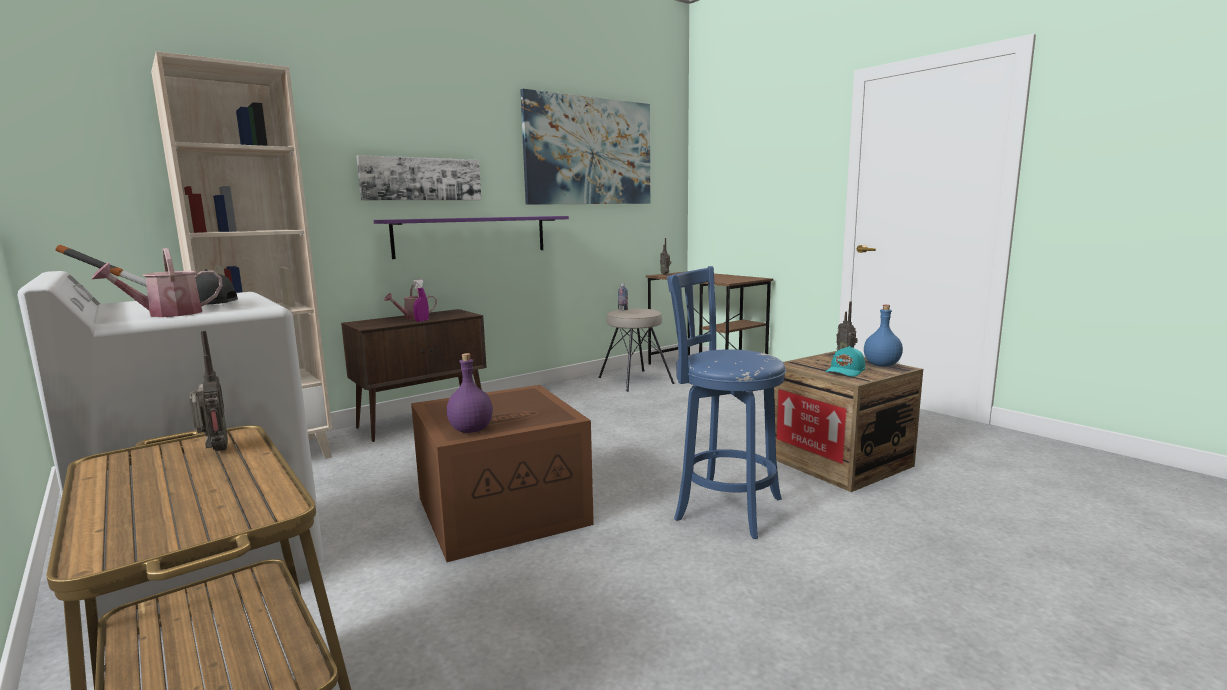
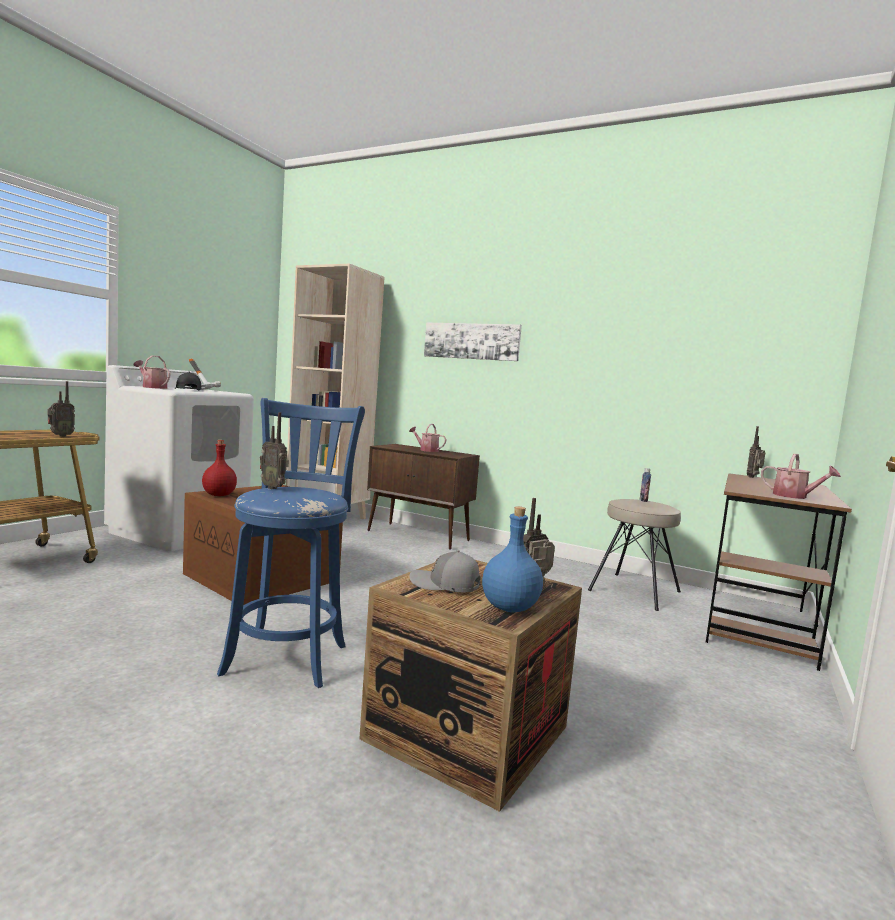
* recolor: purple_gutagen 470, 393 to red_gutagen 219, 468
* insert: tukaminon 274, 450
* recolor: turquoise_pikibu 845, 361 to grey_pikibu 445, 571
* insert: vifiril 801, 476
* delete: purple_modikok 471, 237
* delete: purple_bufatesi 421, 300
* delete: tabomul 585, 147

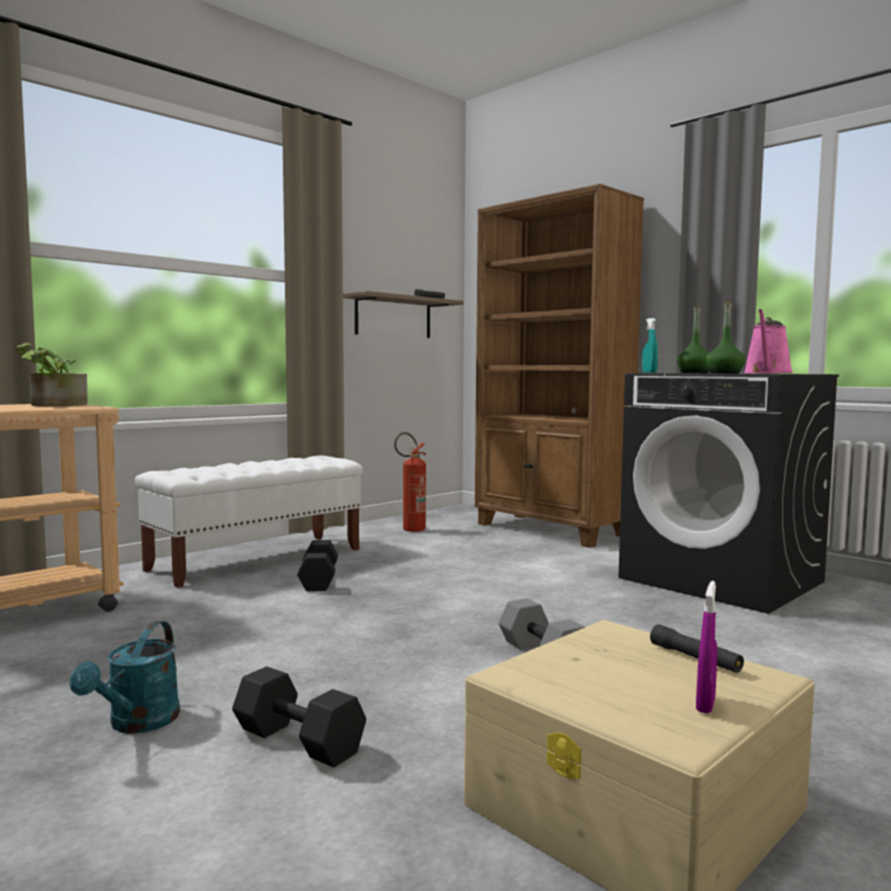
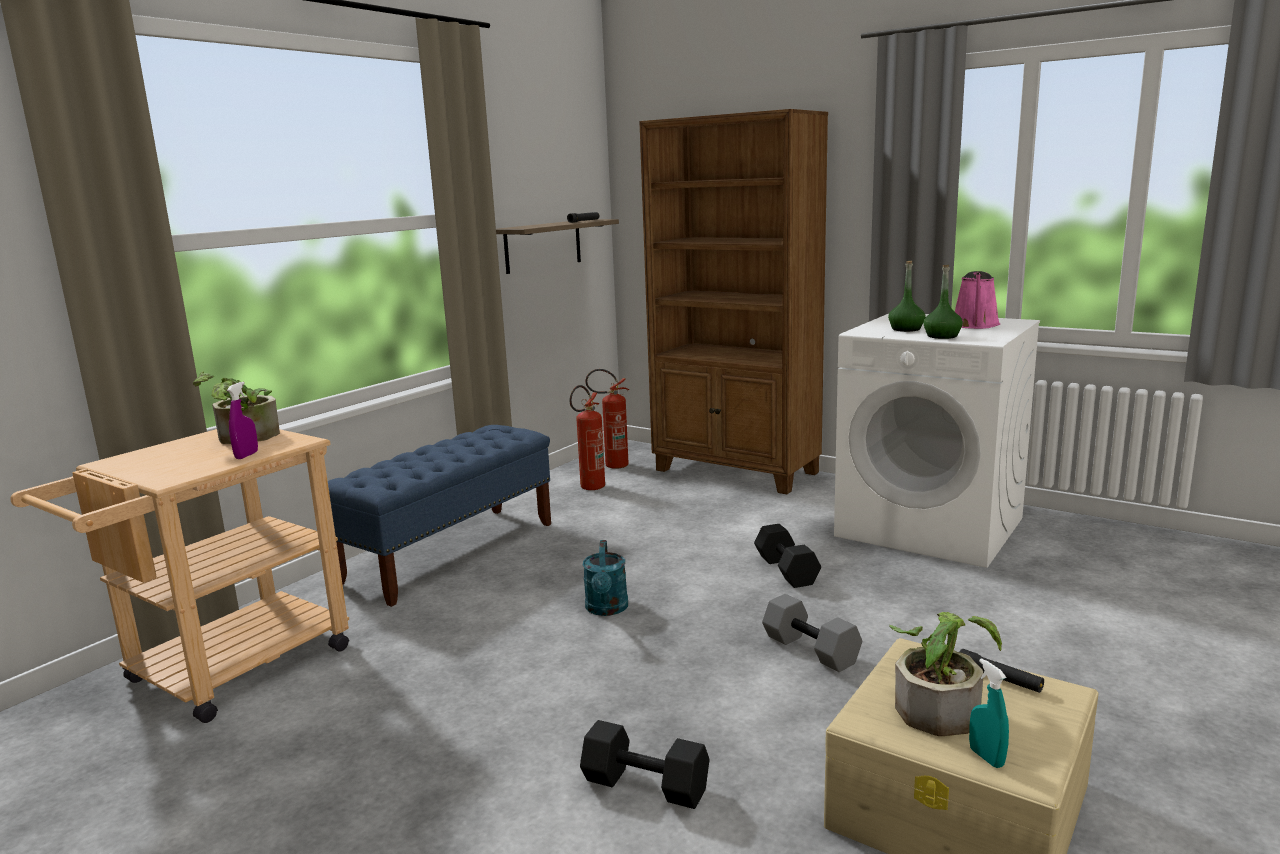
* move: purple_bufatesi 706, 647 to 242, 420
* recolor: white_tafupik 249, 522 to blue_tafupik 439, 516
* move: turquoise_vifiril 125, 677 to 605, 578
* insert: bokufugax 607, 419
* move: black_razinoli 317, 565 to 787, 556
* recolor: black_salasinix 729, 493 to white_salasinix 937, 441
* insert: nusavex 945, 674
* move: turquoise_bufatesi 650, 345 to 989, 713

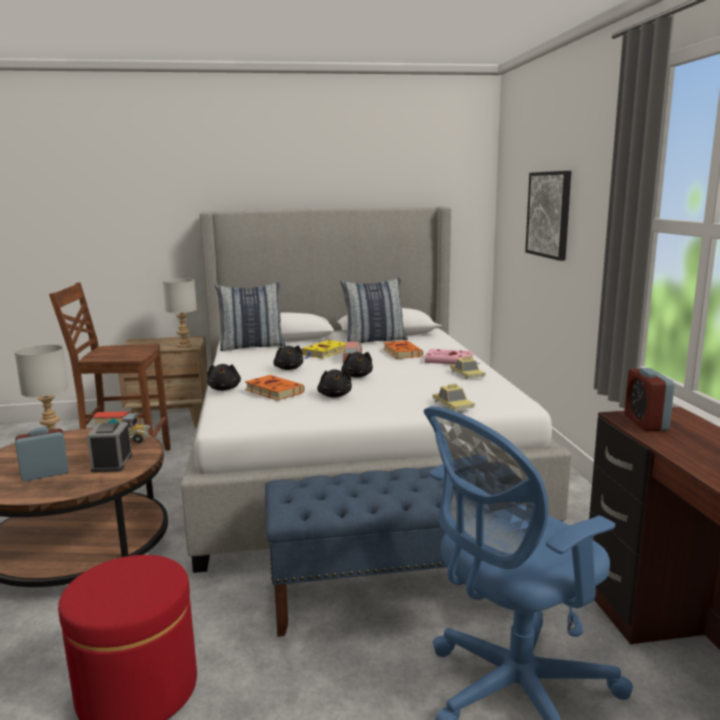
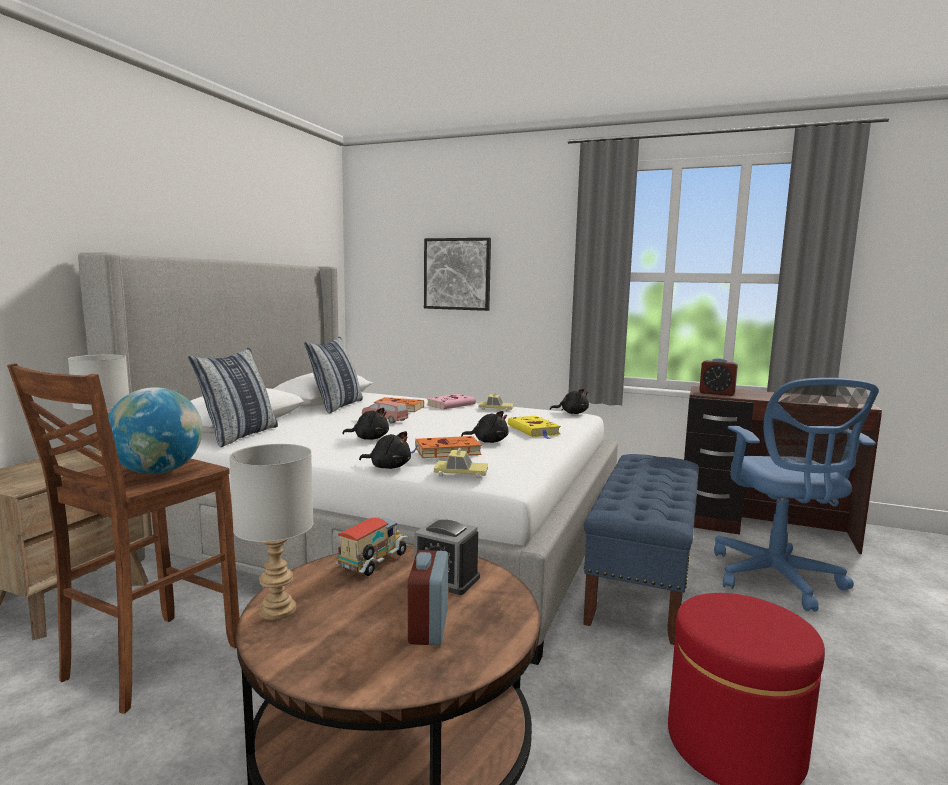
* insert: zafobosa 155, 430
* move: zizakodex 454, 397 to 461, 463
* move: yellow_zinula 323, 349 to 534, 427
* move: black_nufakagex 357, 365 to 569, 401

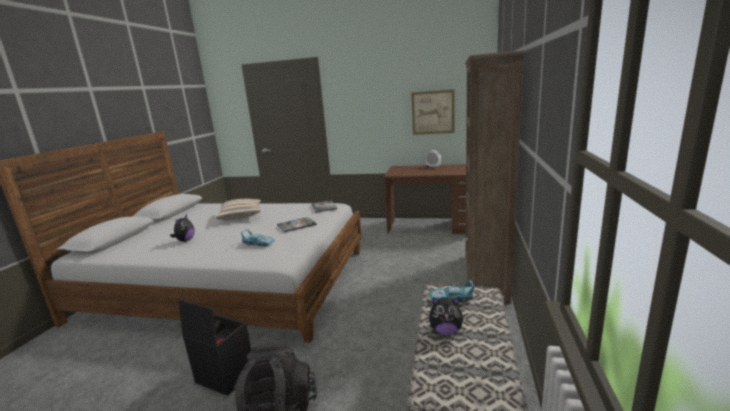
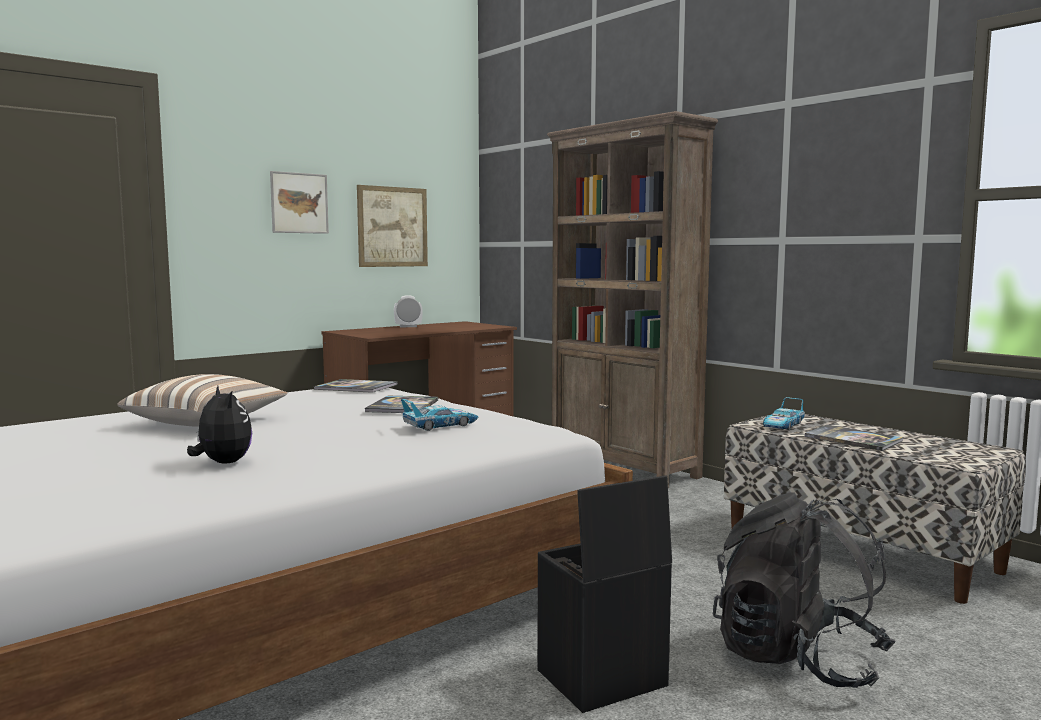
* insert: tabomul 299, 202
* replace: nufakagex 447, 316 to zinula 853, 438

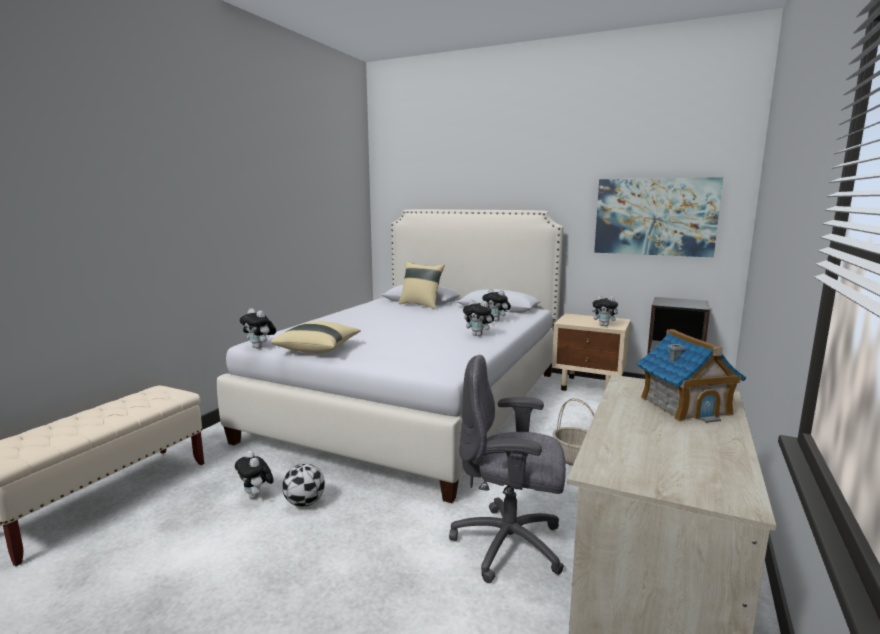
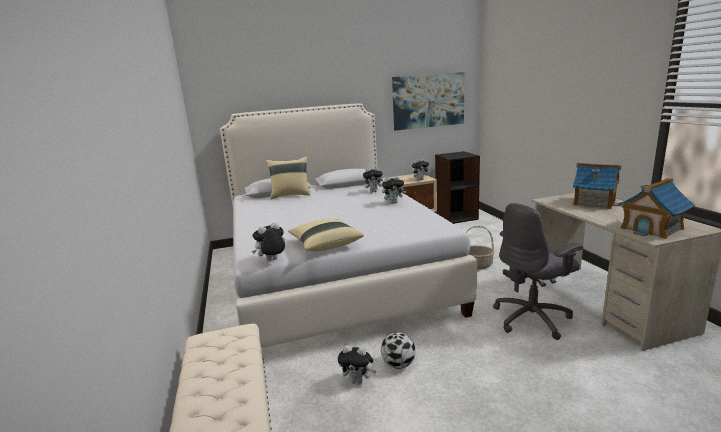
* rotate: nufakagex 257, 328 = 268, 241 150 degrees clockwise
* insert: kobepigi 656, 208

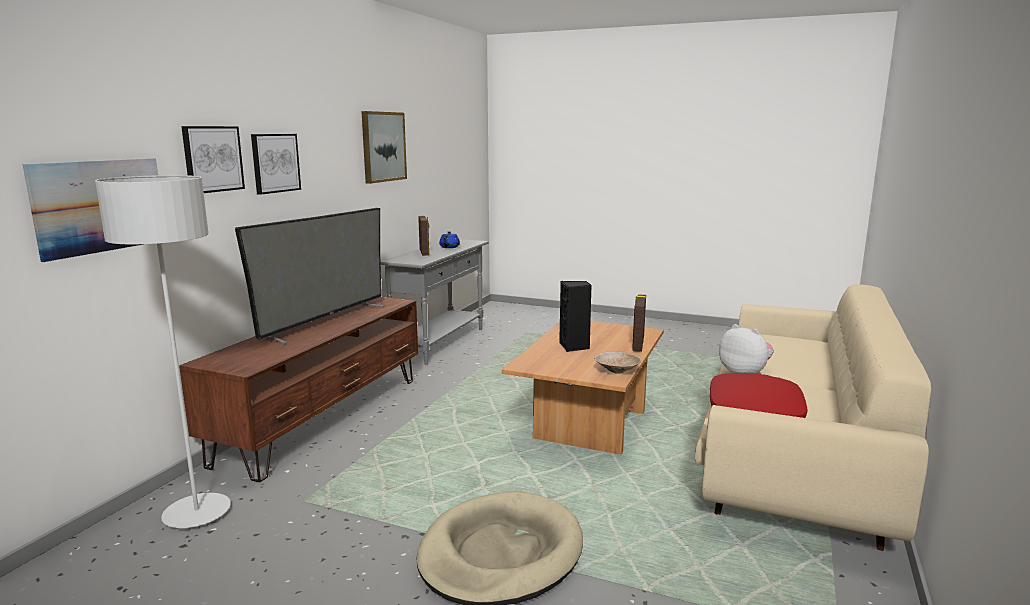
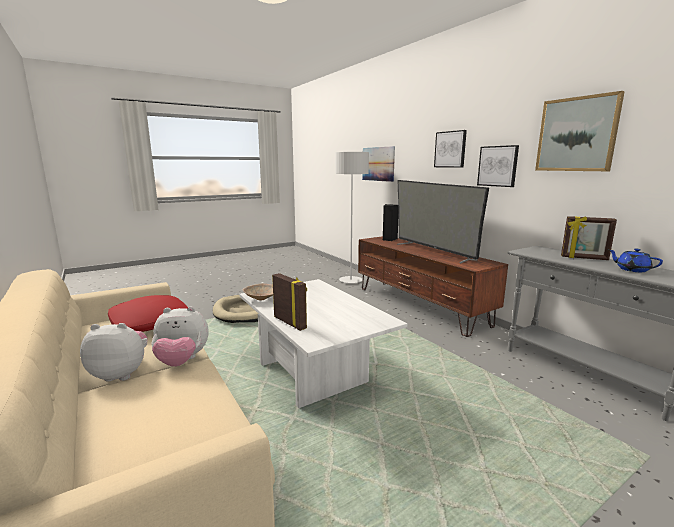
* insert: nufakagex 113, 352
* recolor: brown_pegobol 583, 388 to white_pegobol 324, 343
* move: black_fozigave 575, 316 to 390, 222
* move: tabomul 213, 159 to 498, 166

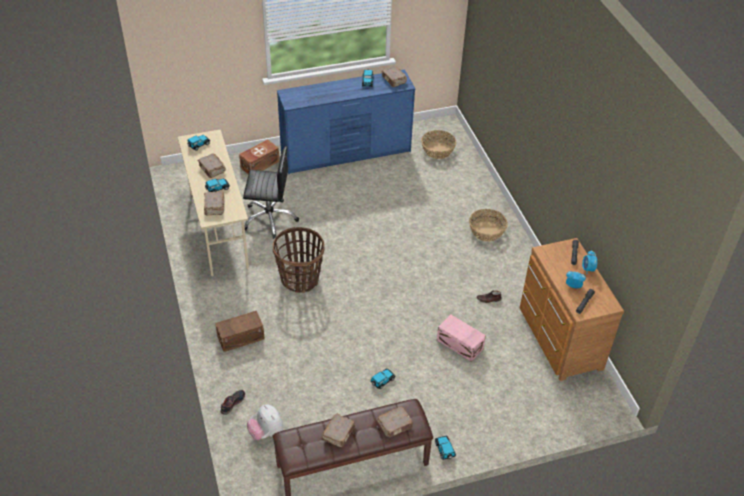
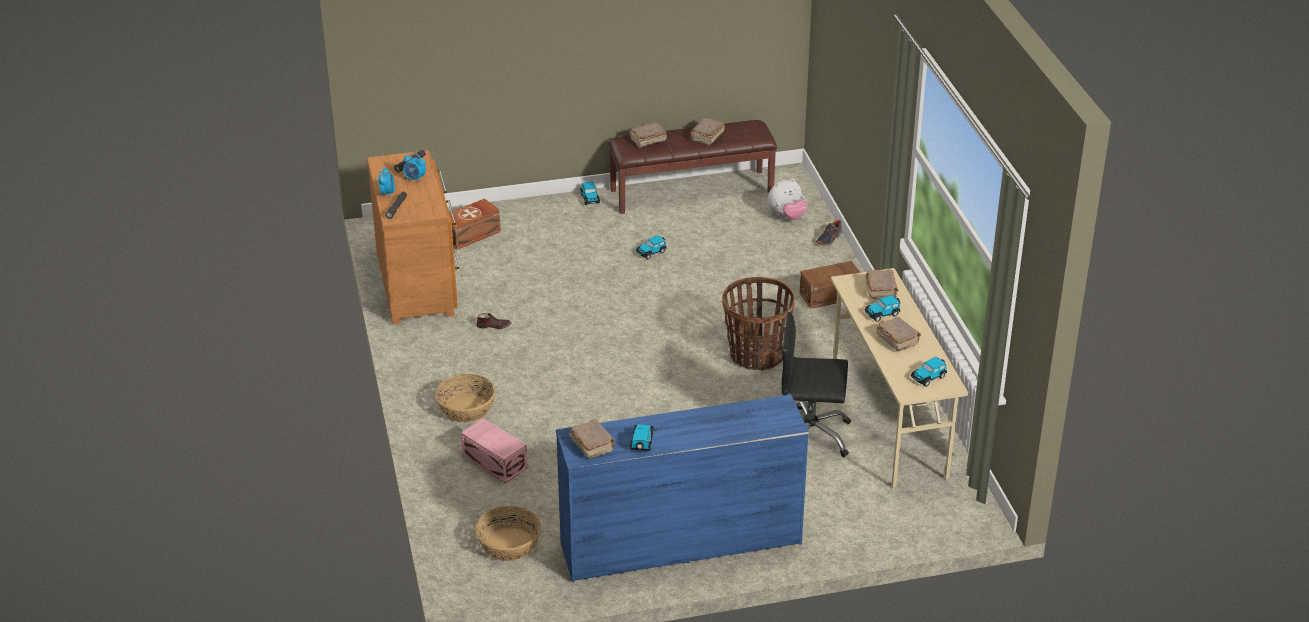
* move: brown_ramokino 259, 157 to 475, 224
* move: pink_ramokino 461, 338 to 494, 450
* rotate: nufakagex 265, 422 = 787, 199 90 degrees clockwise

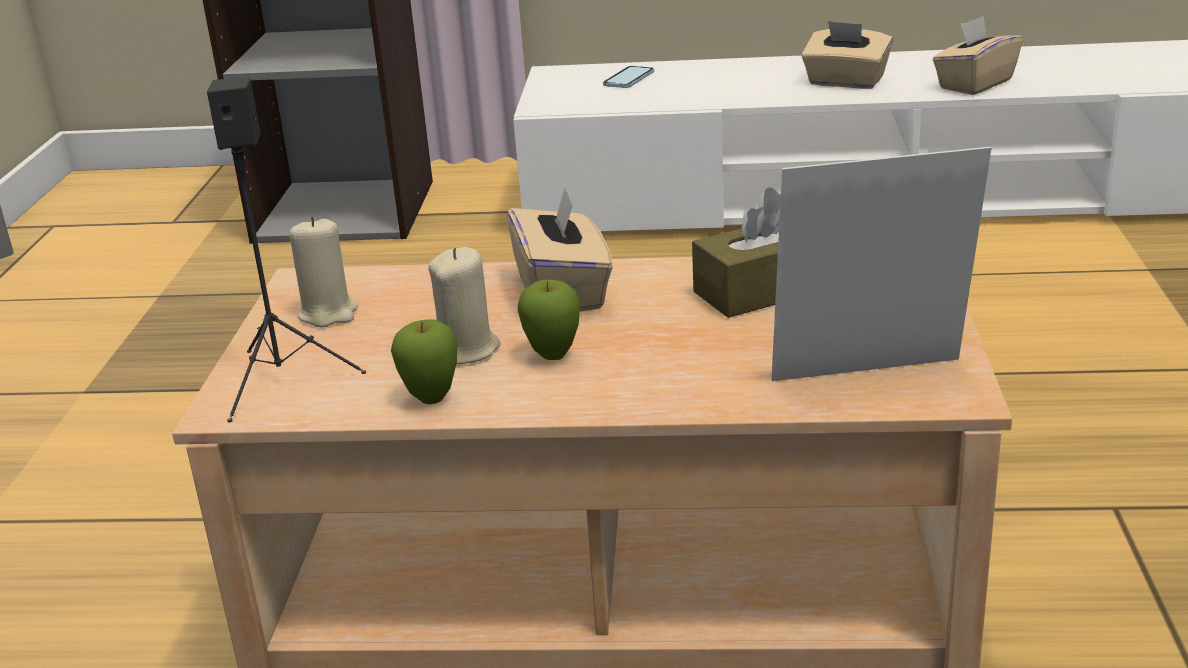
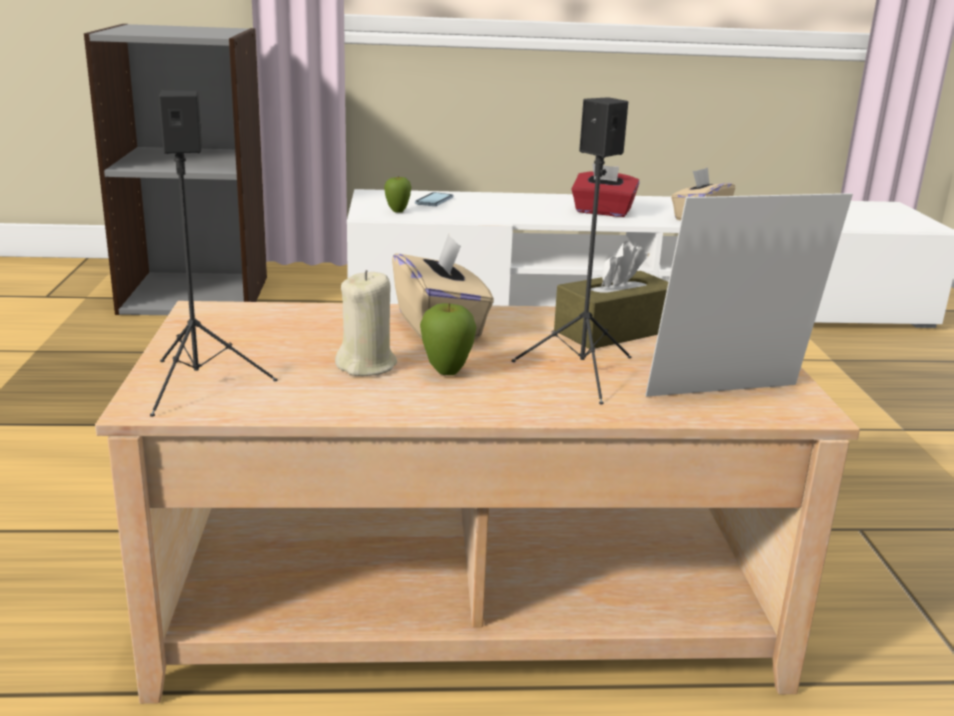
* move: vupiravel 424, 361 to 397, 194
* insert: black_fozigave 572, 250
* recolor: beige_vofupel 847, 55 to red_vofupel 605, 190
* delete: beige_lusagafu 323, 272

